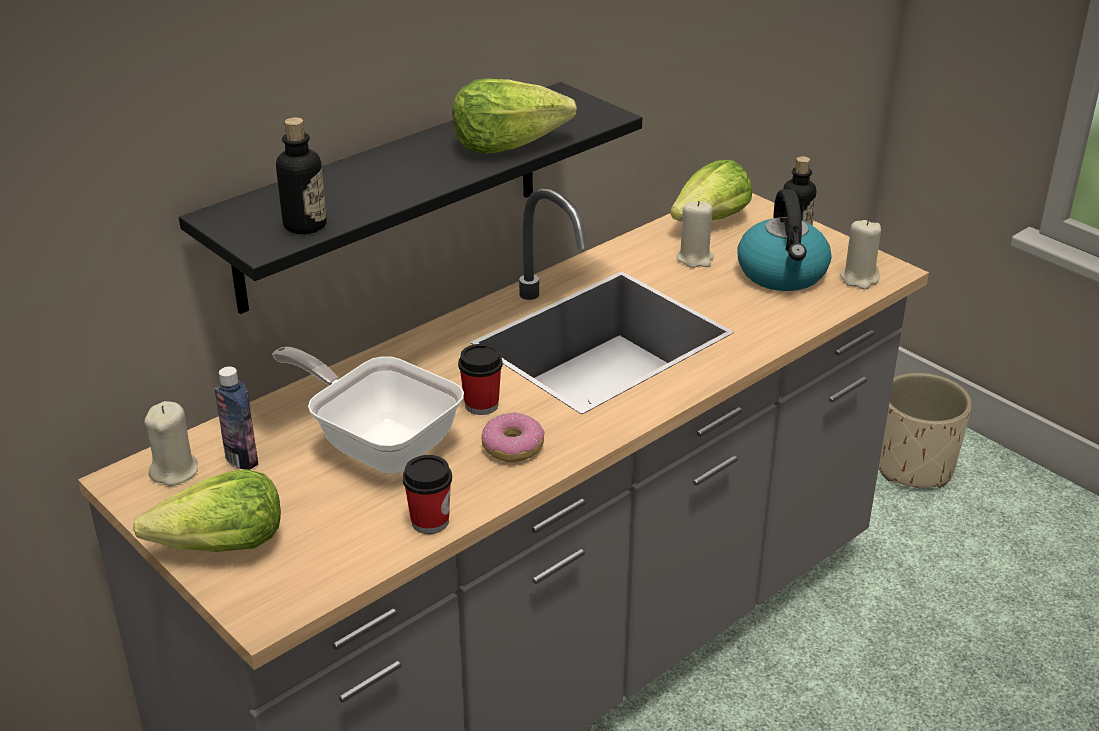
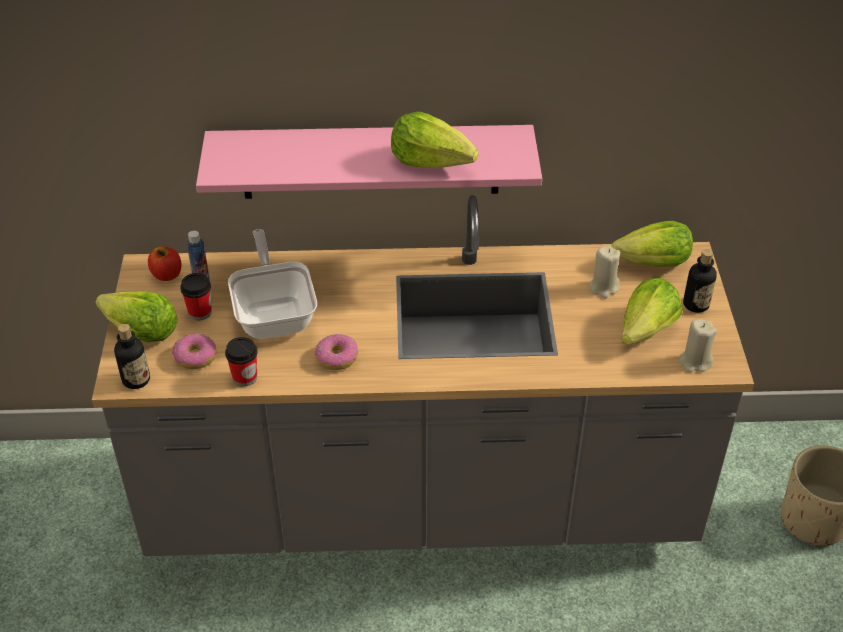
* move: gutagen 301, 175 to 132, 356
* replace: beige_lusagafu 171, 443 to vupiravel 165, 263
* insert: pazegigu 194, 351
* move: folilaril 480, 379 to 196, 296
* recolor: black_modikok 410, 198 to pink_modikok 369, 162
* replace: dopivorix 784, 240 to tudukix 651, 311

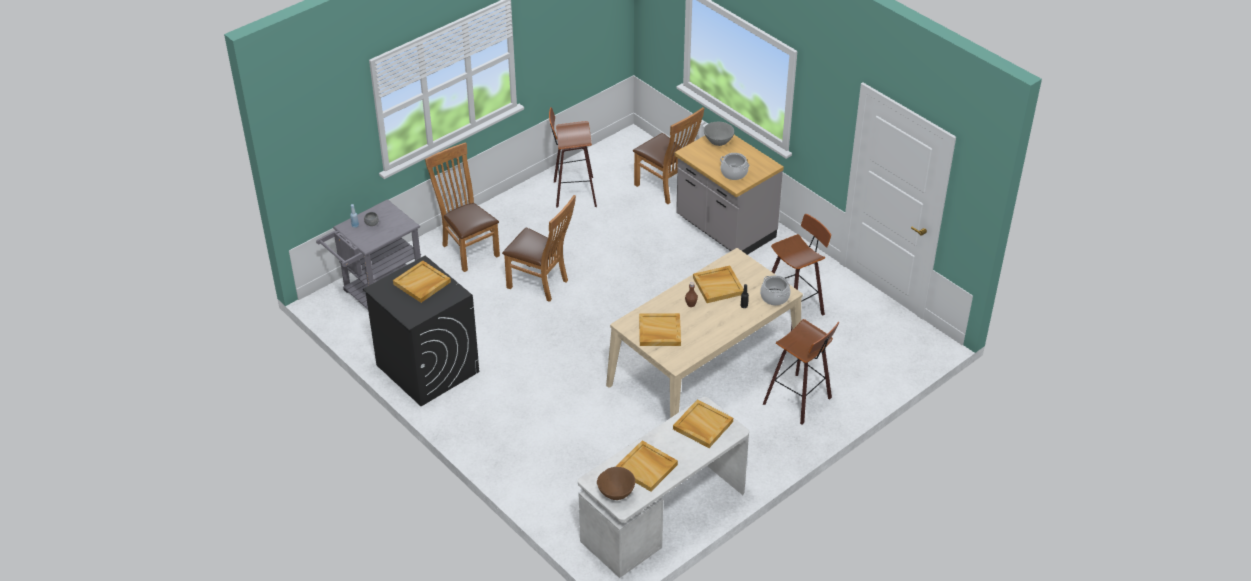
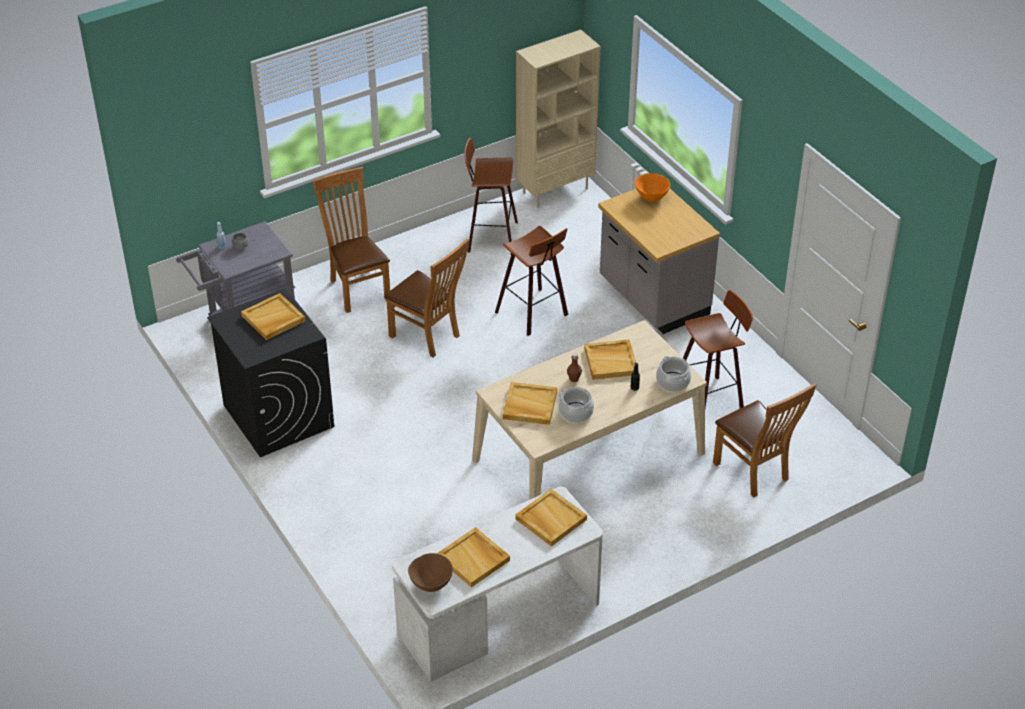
* move: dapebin 801, 372 to 531, 281
* insert: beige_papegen 558, 119
* move: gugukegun 735, 166 to 576, 405
* recolor: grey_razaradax 719, 134 to orange_razaradax 652, 187
* move: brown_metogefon 669, 155 to 764, 440

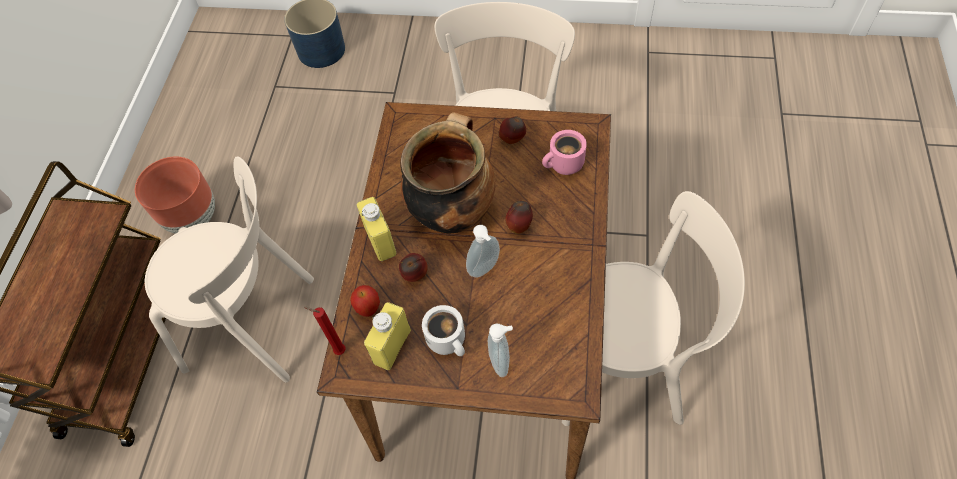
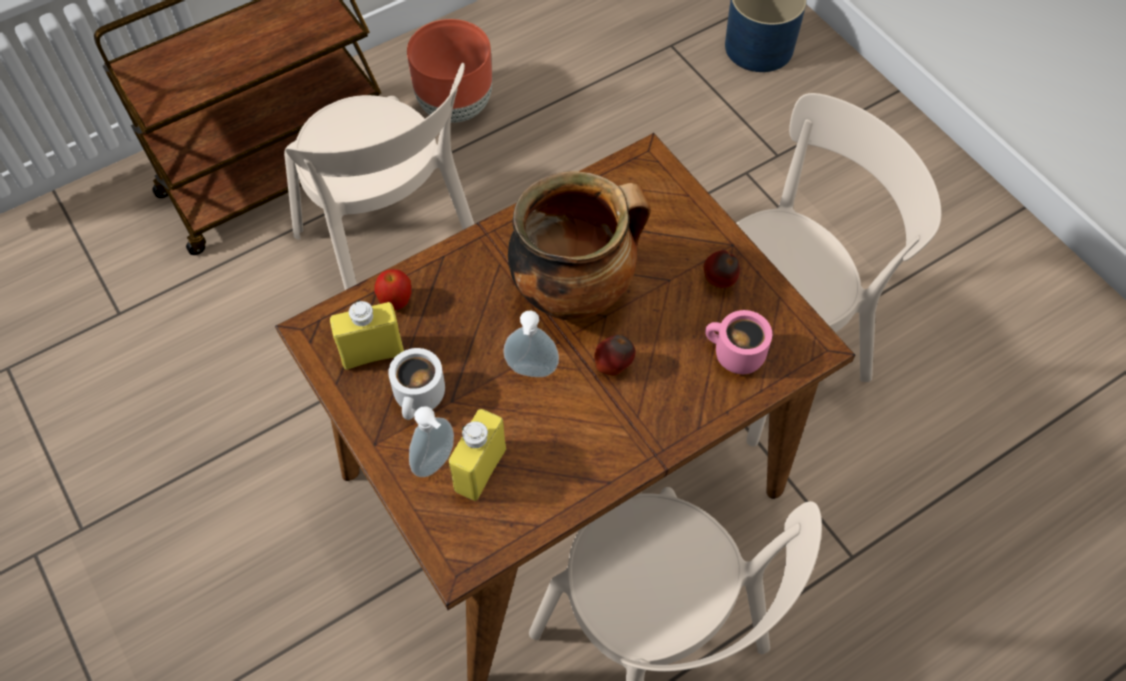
* move: yellow_gutagen 376, 229 to 477, 455
* delete: red_lusagafu 325, 331
* delete: vupiravel 413, 267

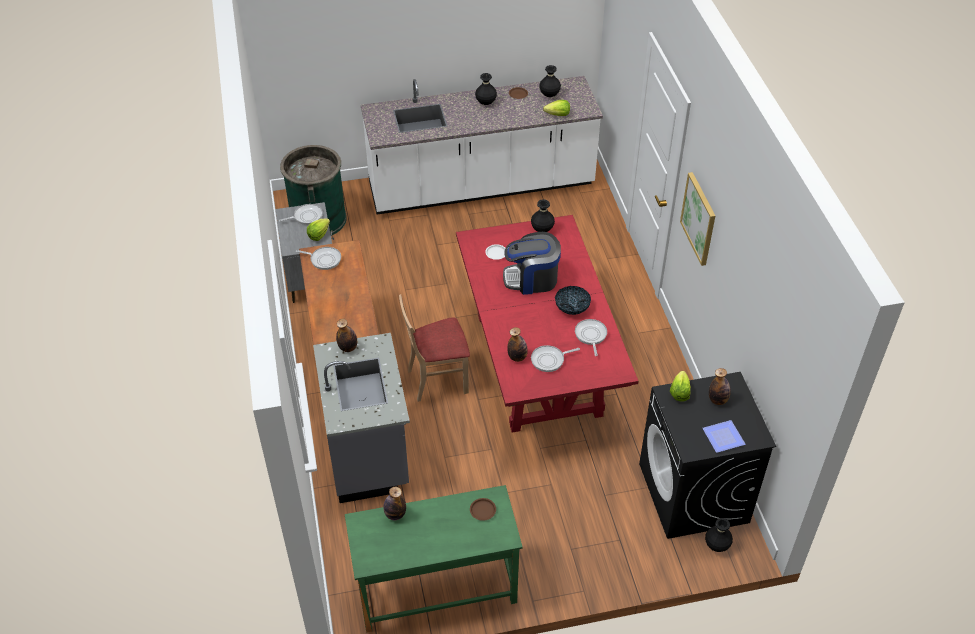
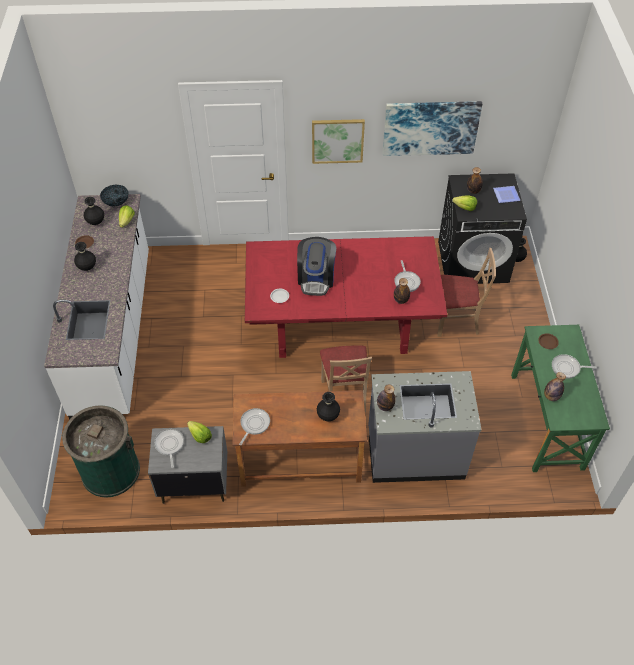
* move: razaradax 573, 300 to 114, 195
* move: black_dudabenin 543, 215 to 328, 406
* insert: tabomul 432, 128
* insert: beige_metogefon 466, 292
* move: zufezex 591, 337 to 574, 366

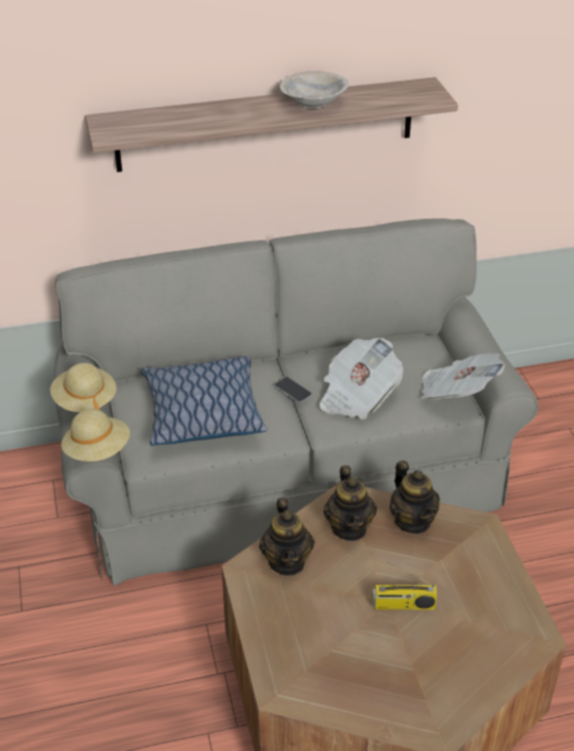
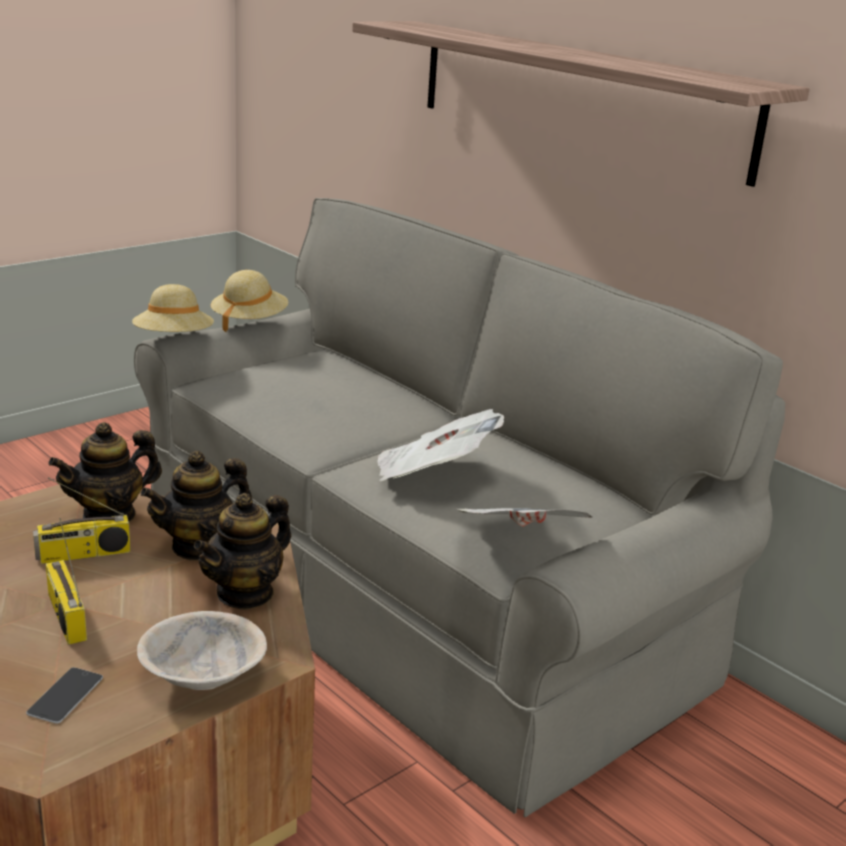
* move: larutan 293, 390 to 64, 695
* insert: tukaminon 82, 520
* move: beige_razaradax 314, 89 to 202, 650
* delete: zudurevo 204, 401

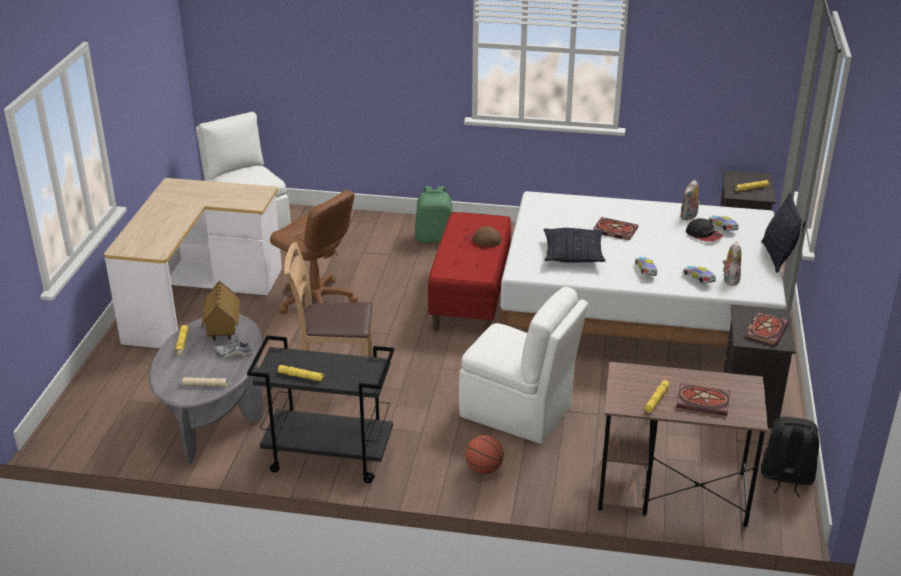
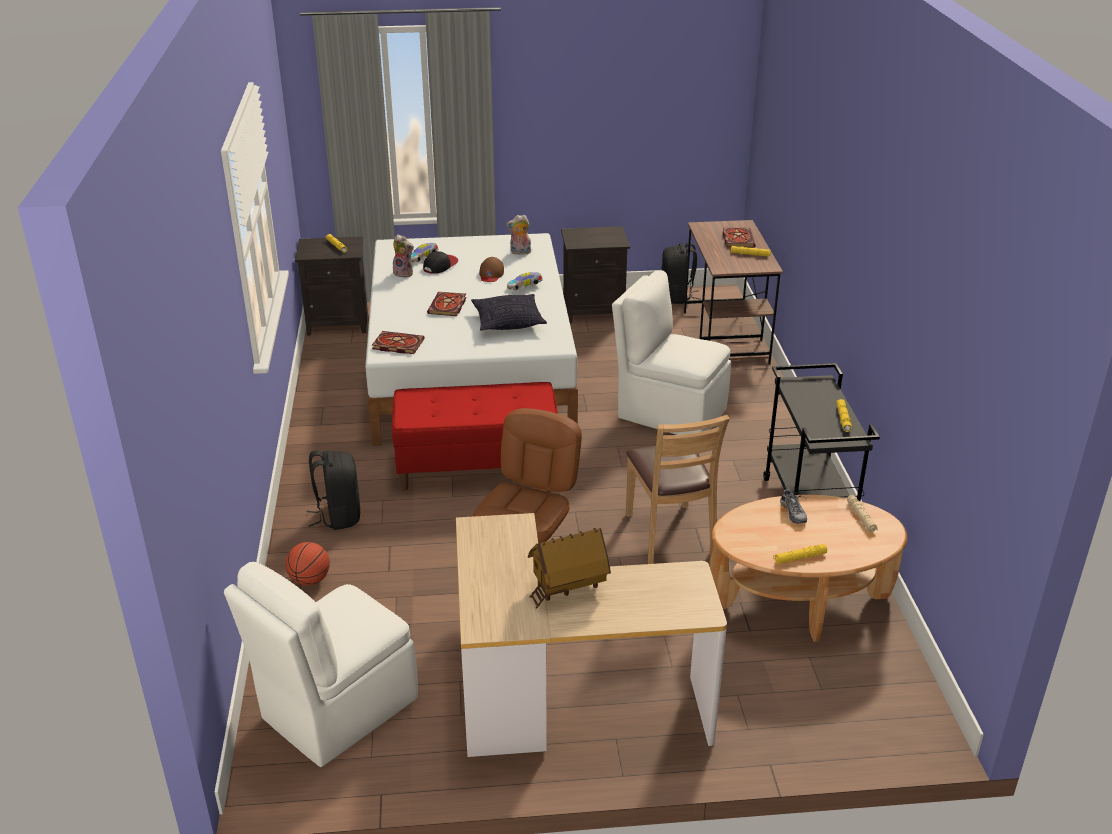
* move: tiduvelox 484, 454 to 307, 564
* recolor: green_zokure 433, 214 to black_zokure 333, 490
* move: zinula 767, 329 to 398, 342
* move: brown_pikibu 483, 236 to 491, 269
* move: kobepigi 220, 311 to 569, 568
* rotate: white_metogefon 523, 365 = 671, 352 75 degrees counterclockwise
* recolor: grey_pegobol 206, 388 to brown_pegobol 808, 568
* delete: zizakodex 699, 274
* delete: zudurevo 783, 233

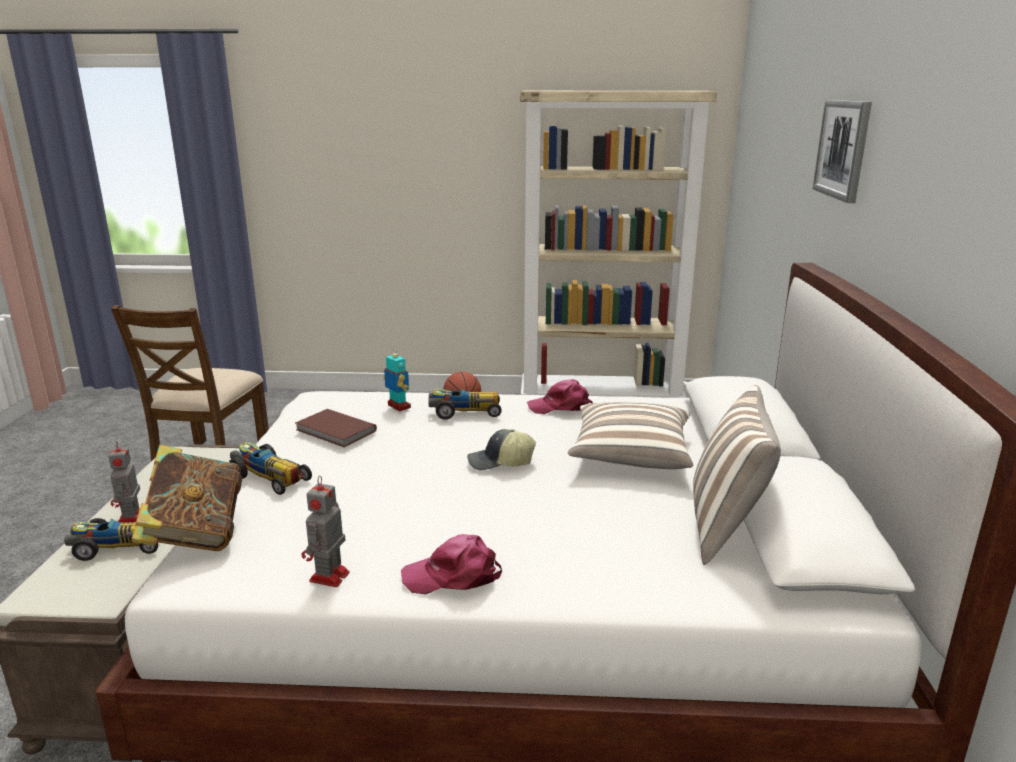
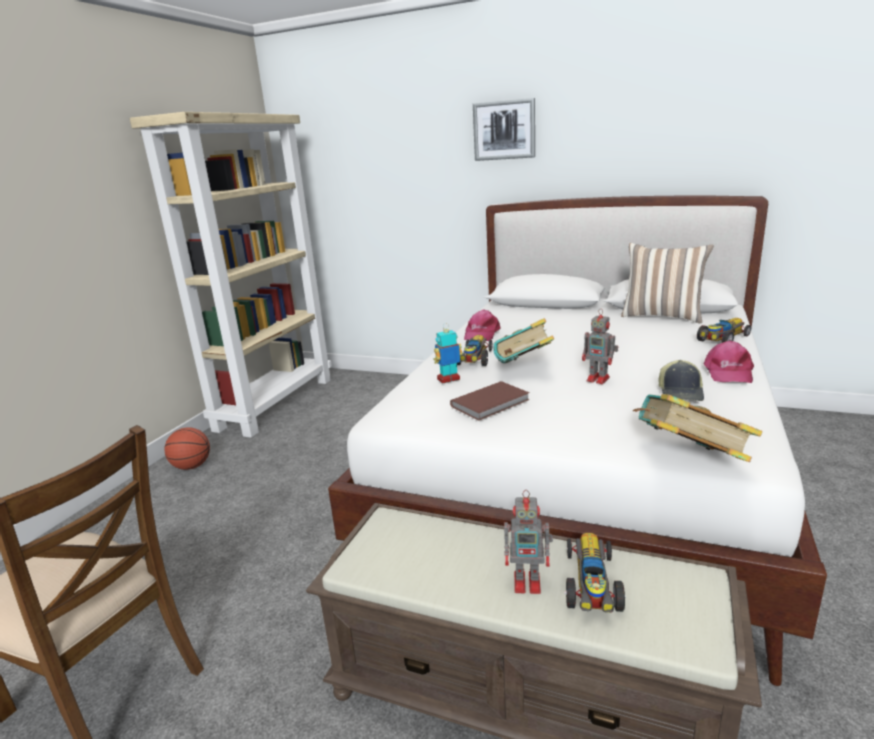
* insert: zinula 523, 340
* move: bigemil 325, 531 to 600, 346
* move: pikibu 501, 449 to 681, 380
* move: zizakodex 270, 468 to 724, 330
* delete: zudurevo 630, 435

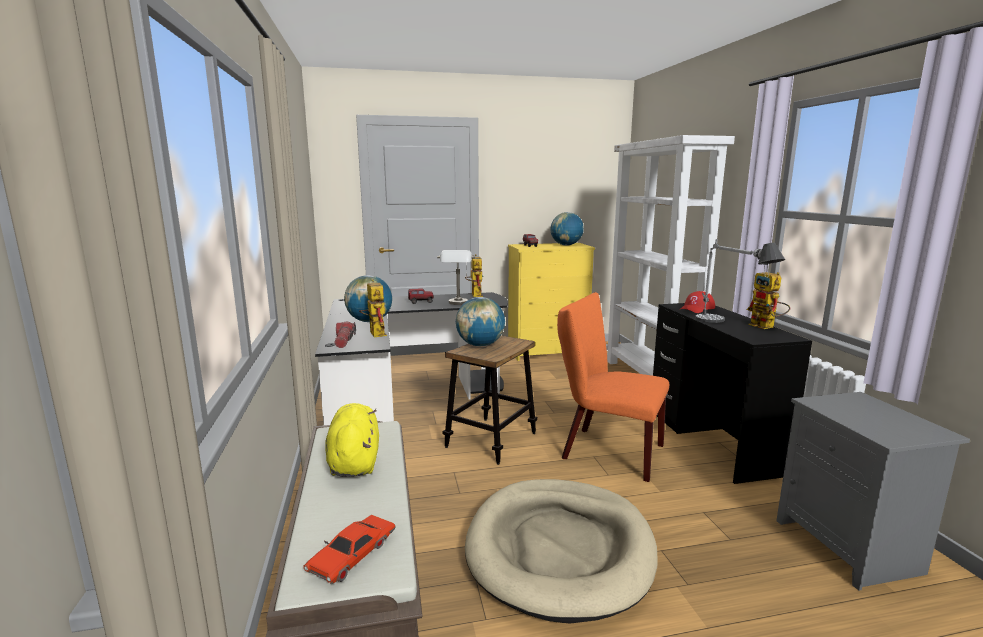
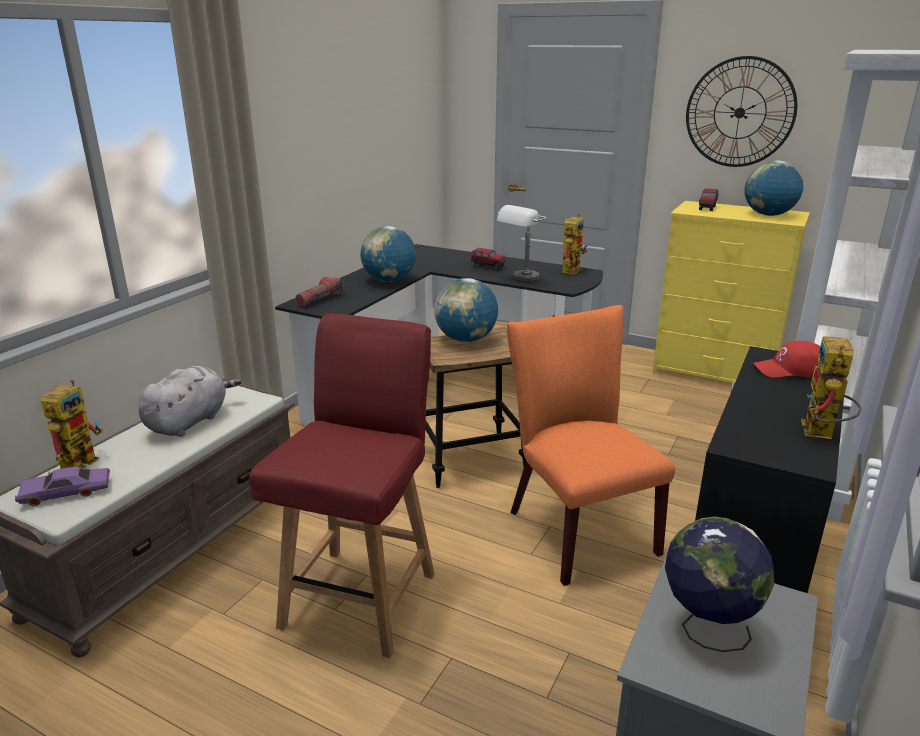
* recolor: red_zizakodex 349, 549 to purple_zizakodex 62, 486
* move: bigemil 373, 308 to 72, 424
* recolor: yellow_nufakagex 352, 440 to grey_nufakagex 190, 401
* replace: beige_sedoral 561, 551 to red_metogefon 342, 486
* insert: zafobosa 719, 584
* insert: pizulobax 741, 111
* delete: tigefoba 740, 281

